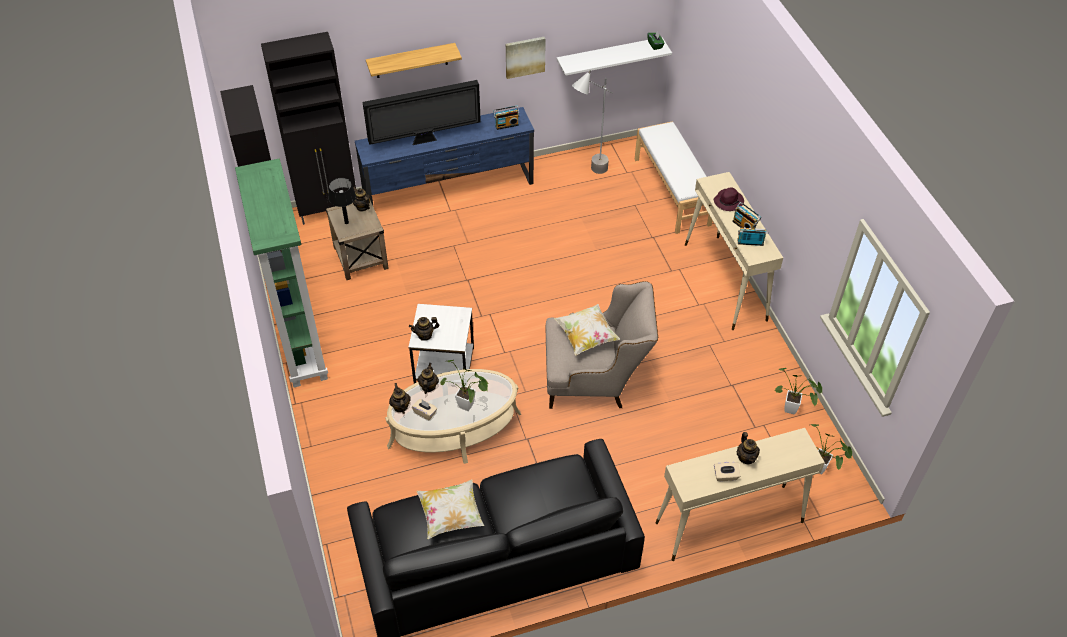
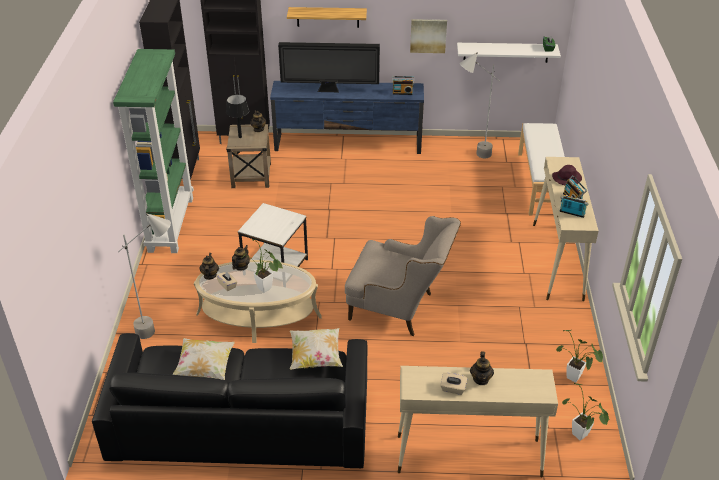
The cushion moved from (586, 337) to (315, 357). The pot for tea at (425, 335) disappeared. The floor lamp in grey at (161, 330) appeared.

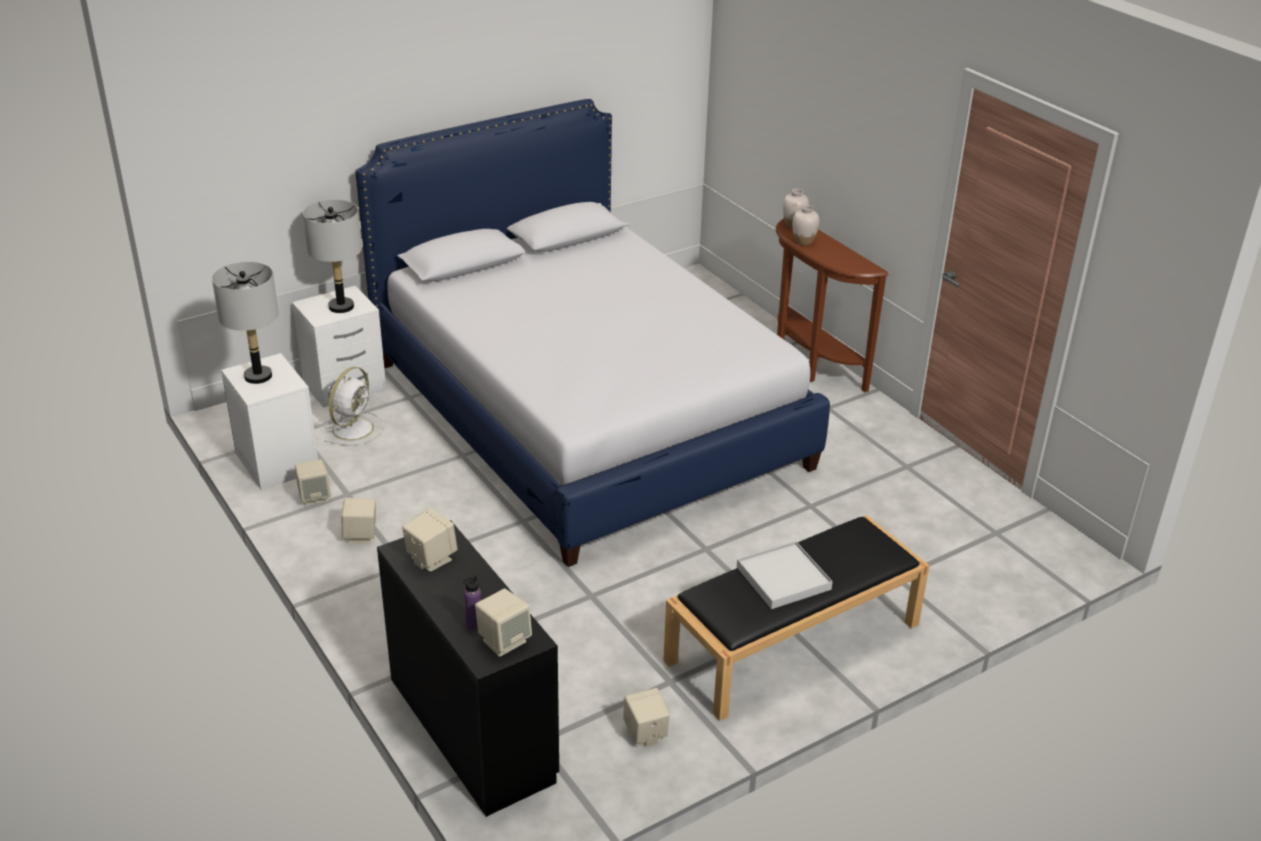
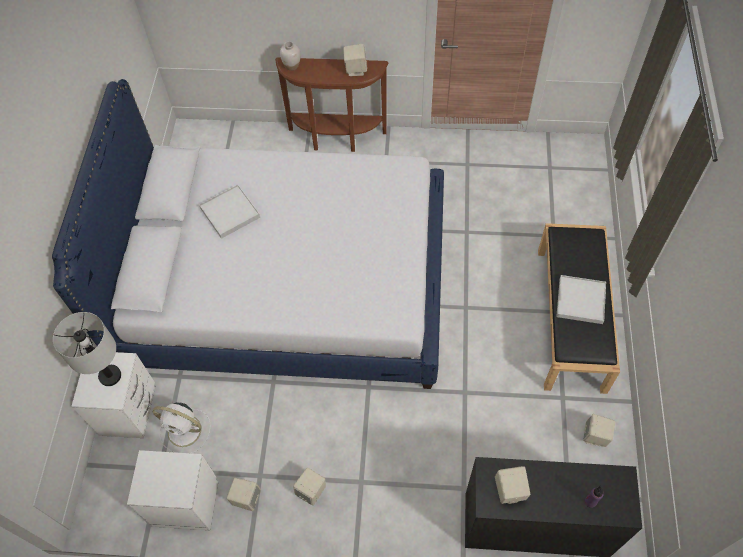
The flower vase in white at (803, 241) disappeared. The table lamp in grey at (258, 376) disappeared. The fan in white at (354, 428) turned 135 degrees clockwise. The audio speaker in sand-coloured moved from (504, 641) to (355, 69). The tray in white at (230, 212) appeared.

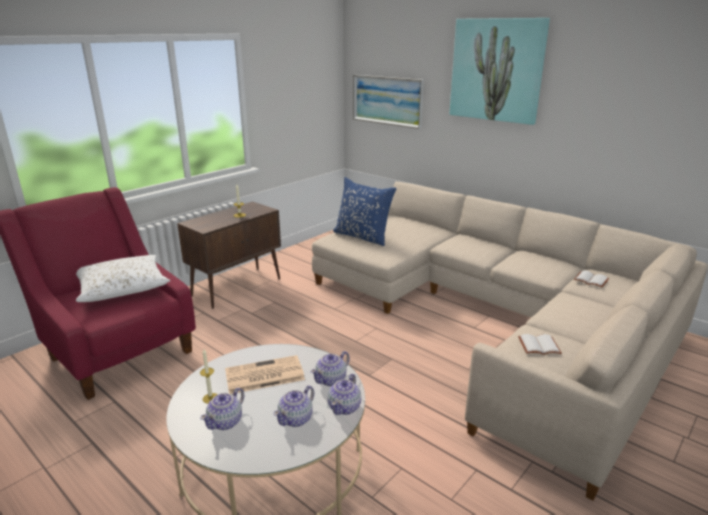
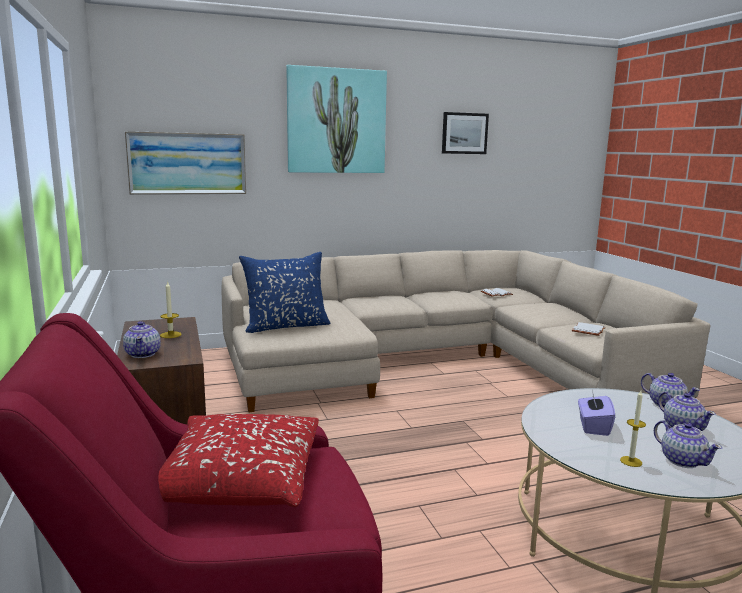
The cushion in white at (122, 288) became the cushion in red-coloured at (238, 479). The pot for tea moved from (331, 380) to (143, 354). The newspaper at (263, 376) was replaced by the box of tissues in purple-coloured at (593, 426). The wall art at (464, 133) appeared.

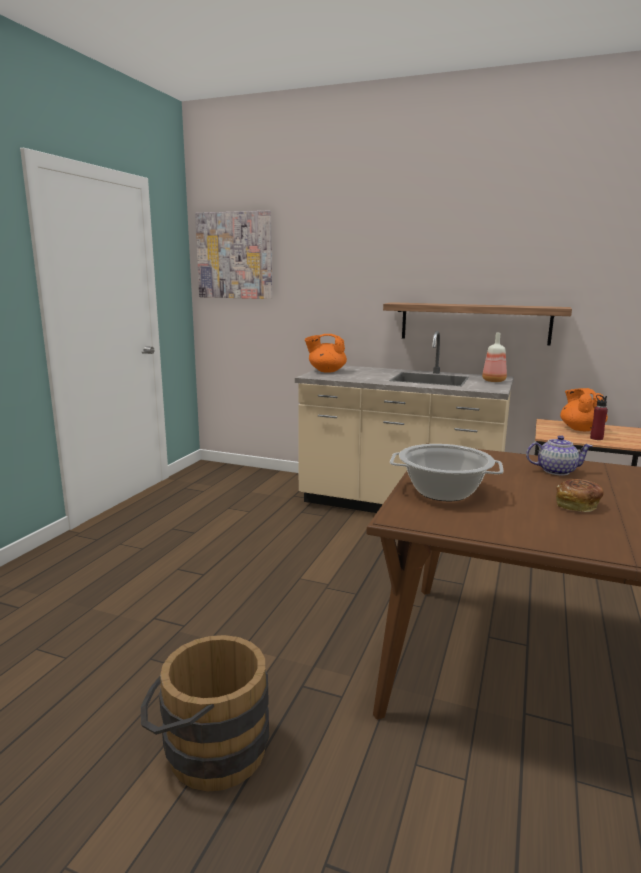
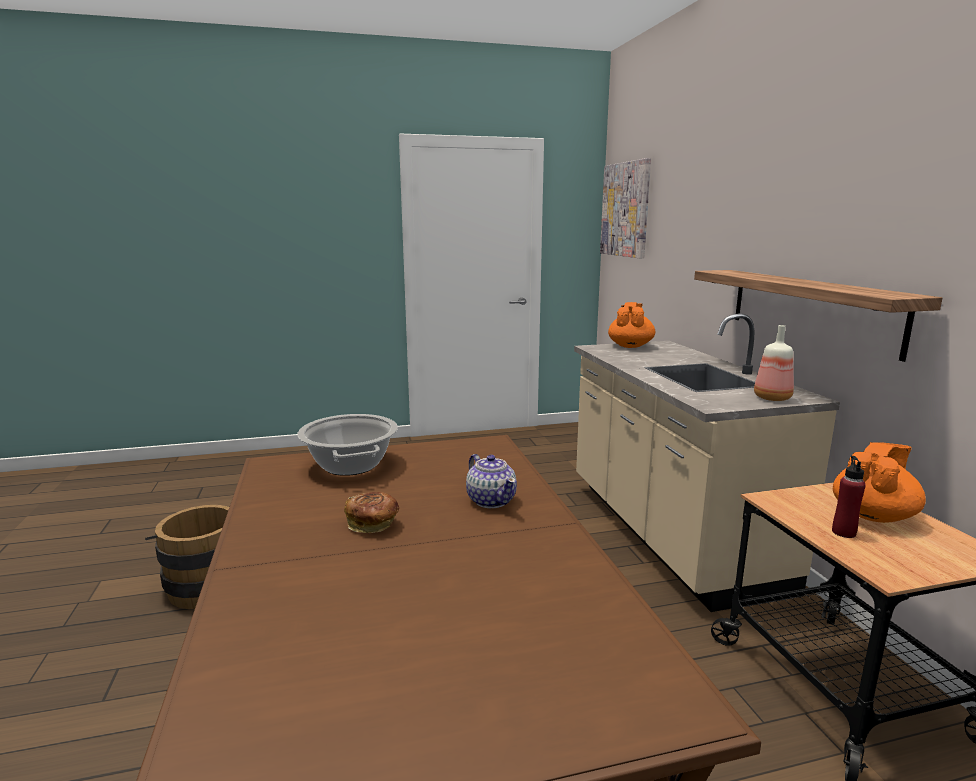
The pot for tea in orange-coloured at (326, 371) turned 45 degrees clockwise.

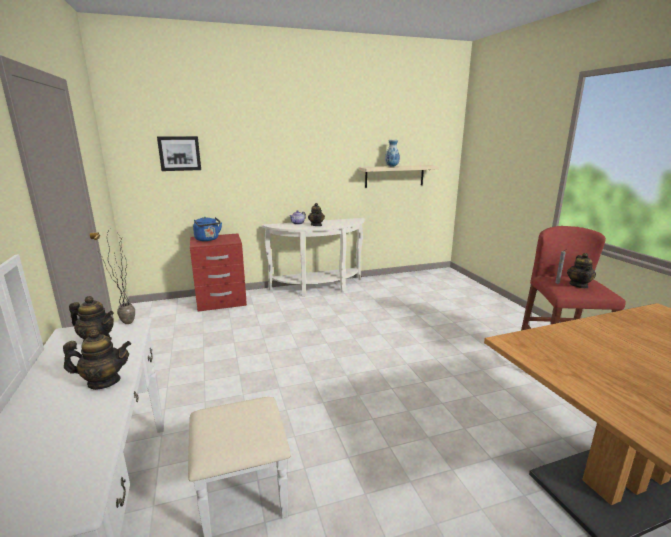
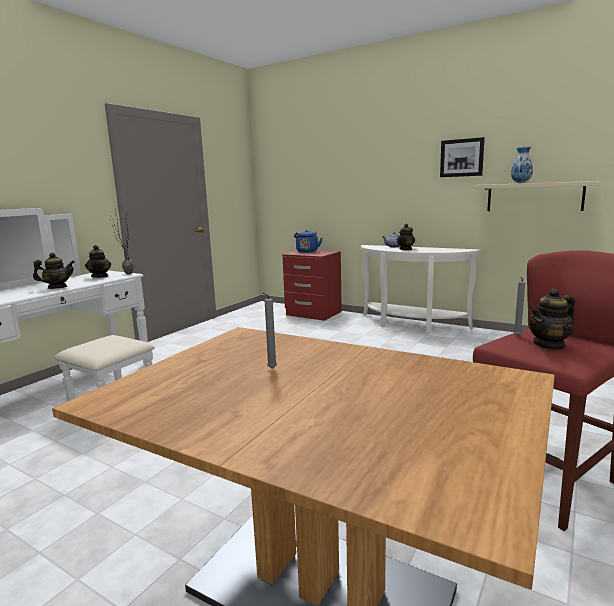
The wall art moved from (179, 153) to (462, 158). The pot for tea at (104, 382) turned 60 degrees counterclockwise. The wax candle in grey at (271, 369) appeared.

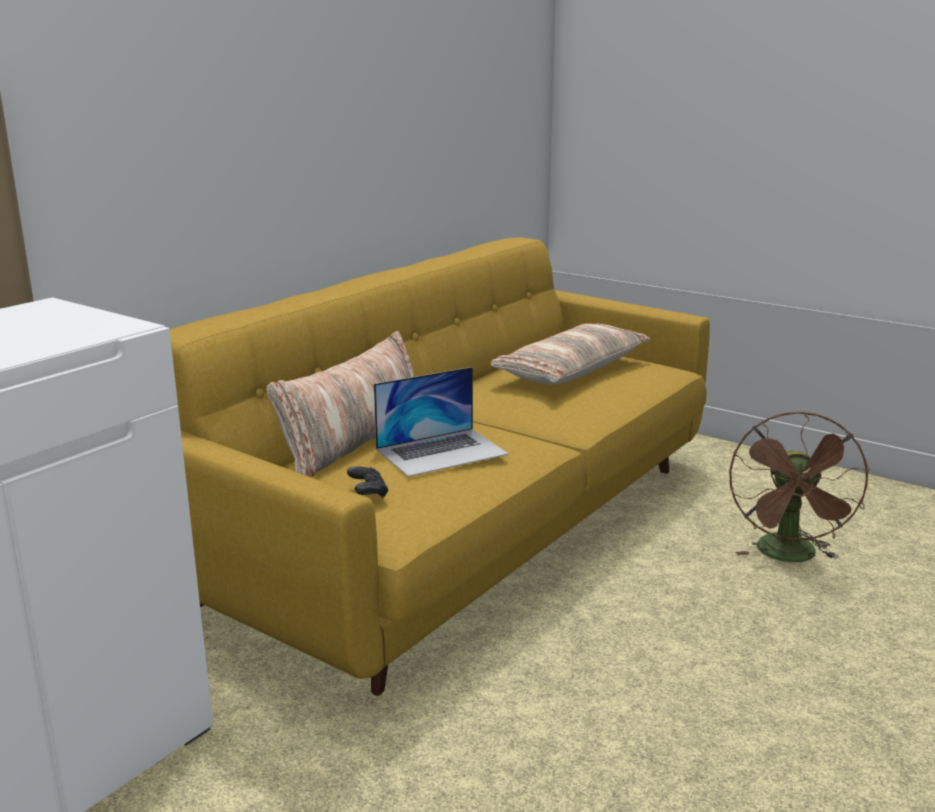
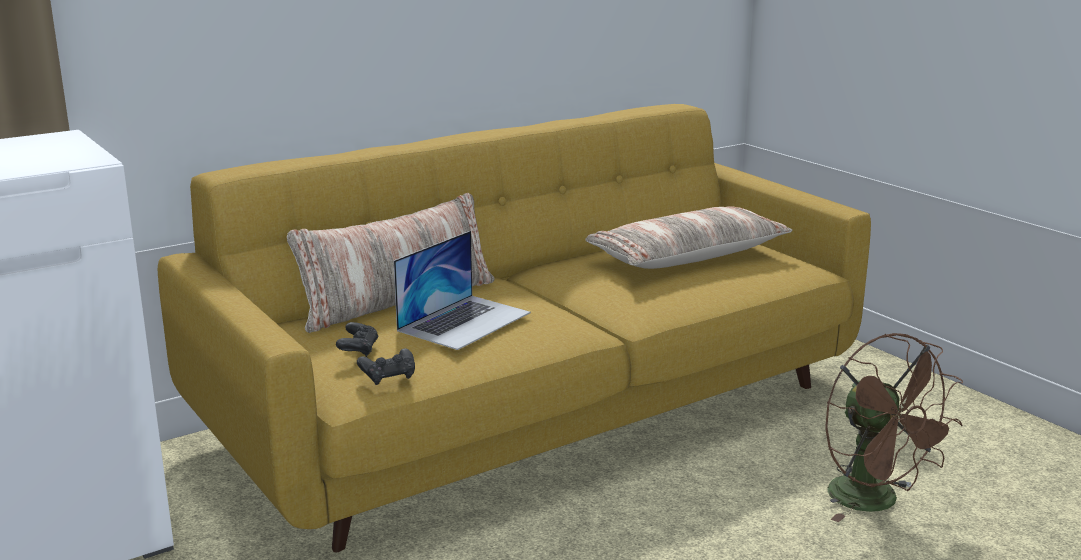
The notebook computer at (442, 451) turned 45 degrees counterclockwise. The fan in brownish at (789, 557) turned 60 degrees counterclockwise. The joypad in black-coloured at (389, 377) appeared.

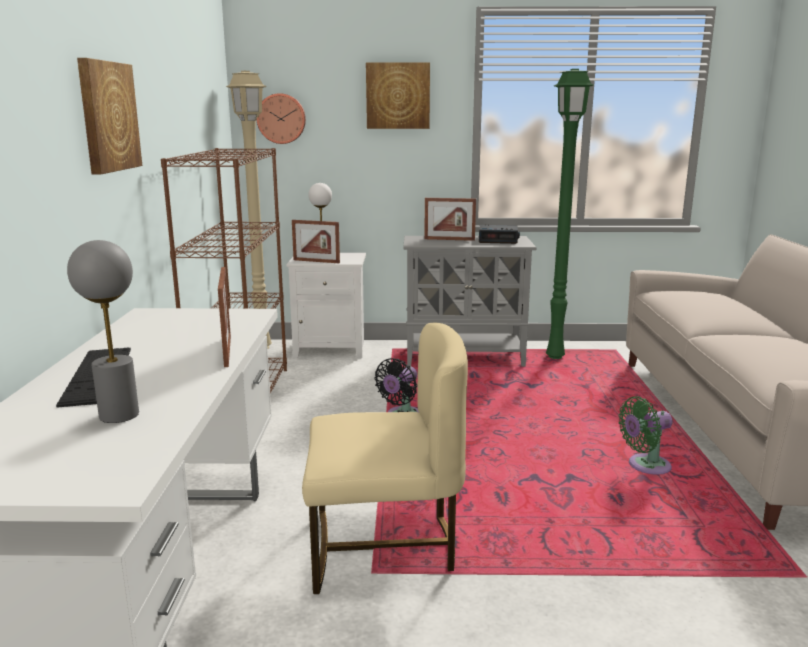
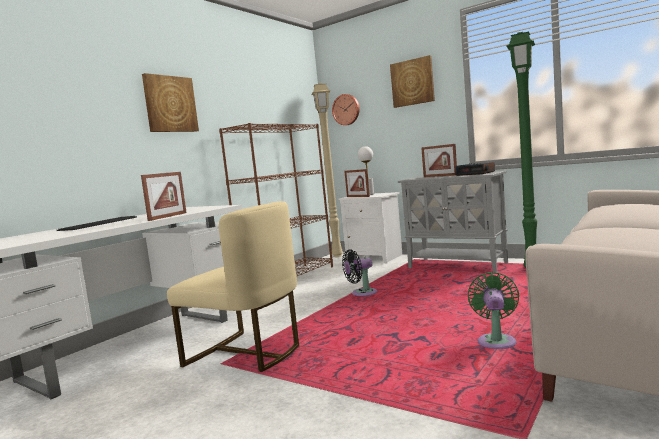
The table lamp in grey at (118, 415) disappeared. The fan in greenish at (645, 466) turned 90 degrees clockwise.

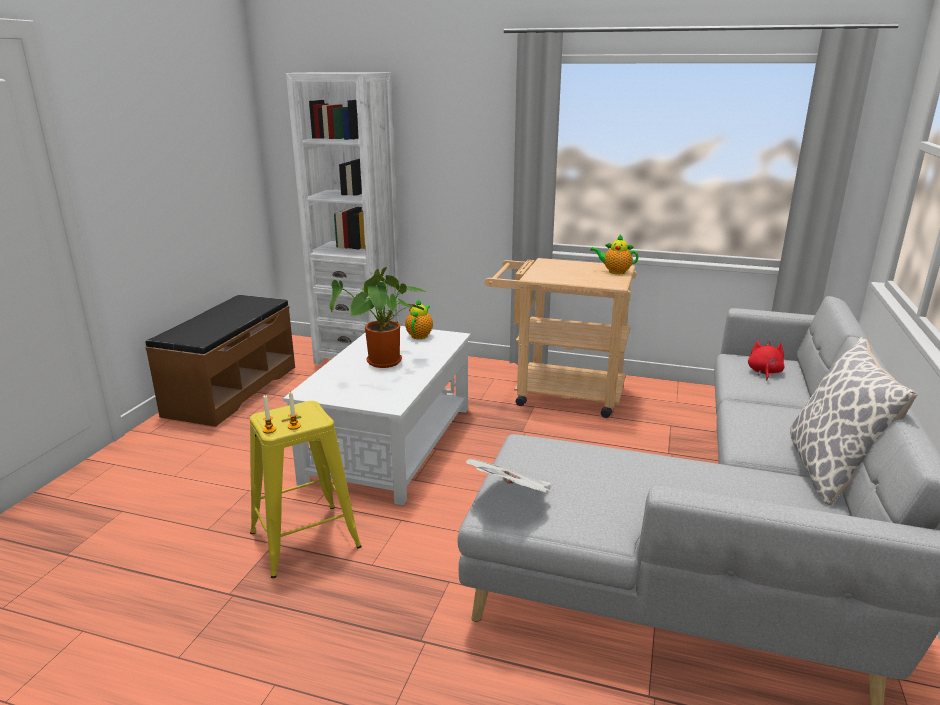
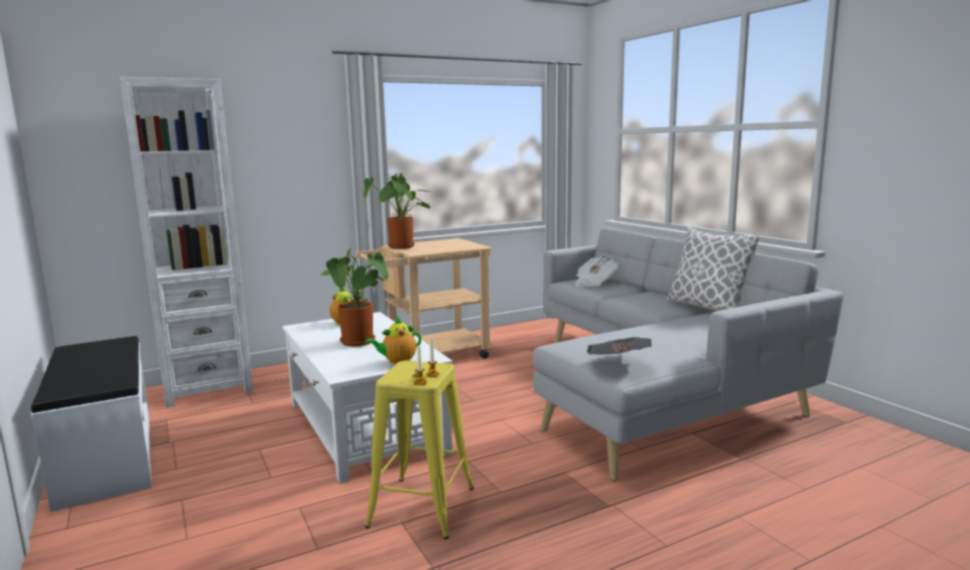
The pot for tea moved from (614, 272) to (397, 362). The bench in brownish at (231, 390) became the bench in white at (105, 458). The cuddly toy in red-coloured at (764, 372) was replaced by the newspaper at (594, 283). The plant in a pot at (401, 247) appeared.

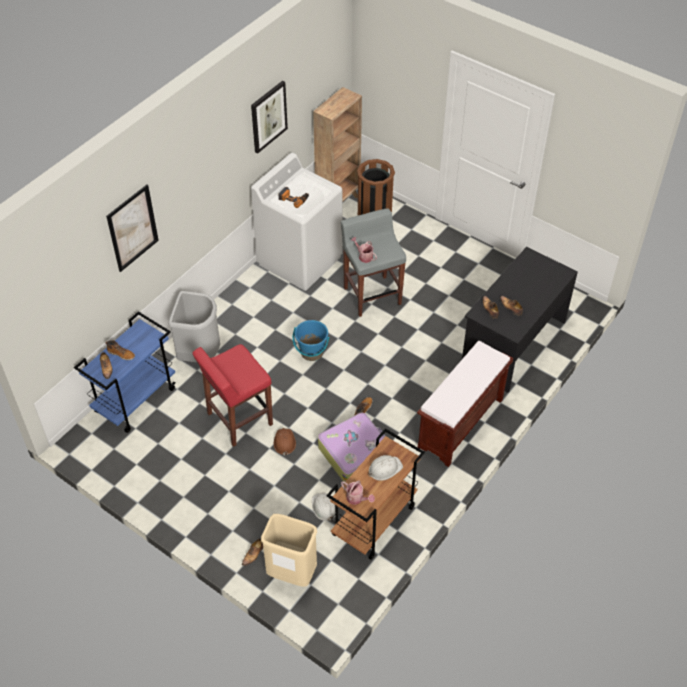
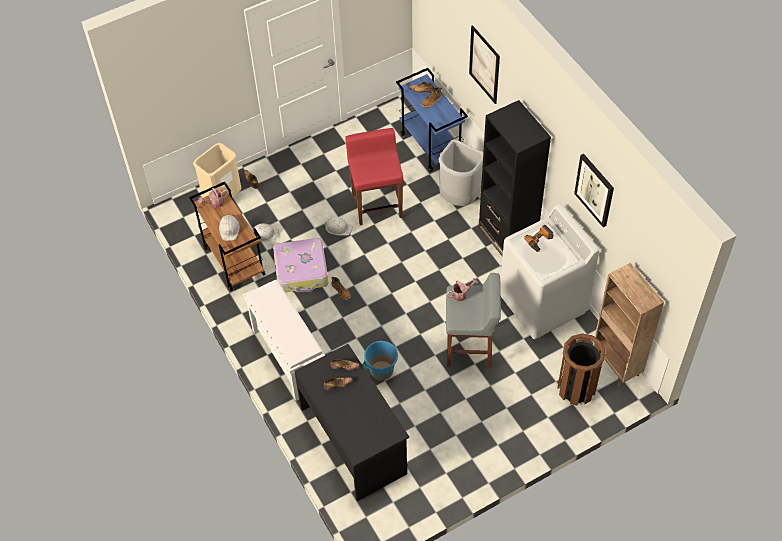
The water bucket in blue moved from (312, 352) to (381, 370). The bench in brownish at (460, 424) became the bench in white at (288, 356). The safety helmet in brownish at (284, 442) became the safety helmet in white at (338, 228). The bookcase in black-coloured at (507, 236) appeared.

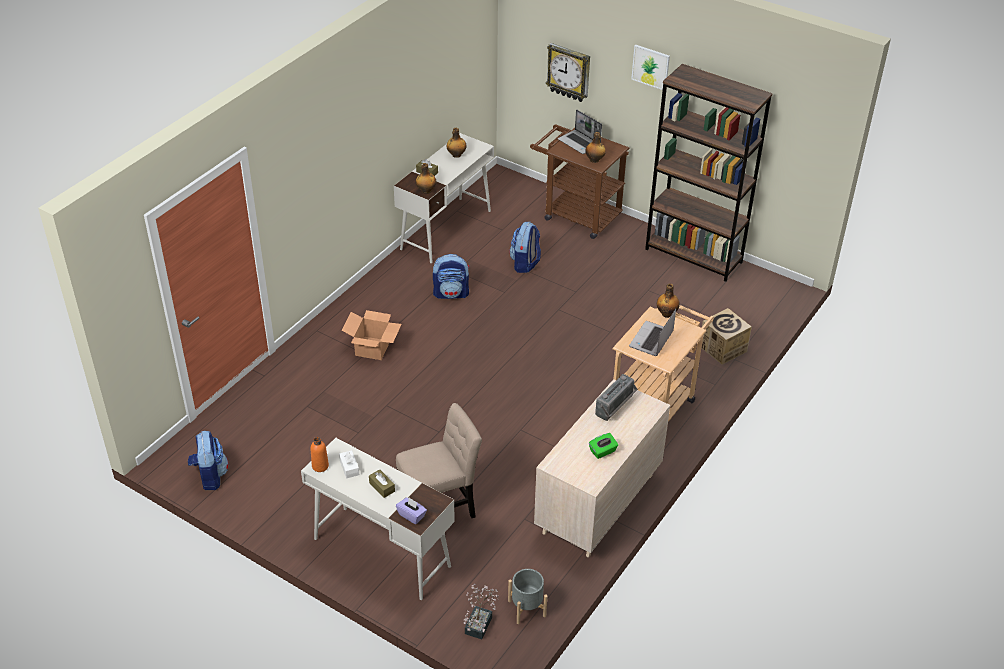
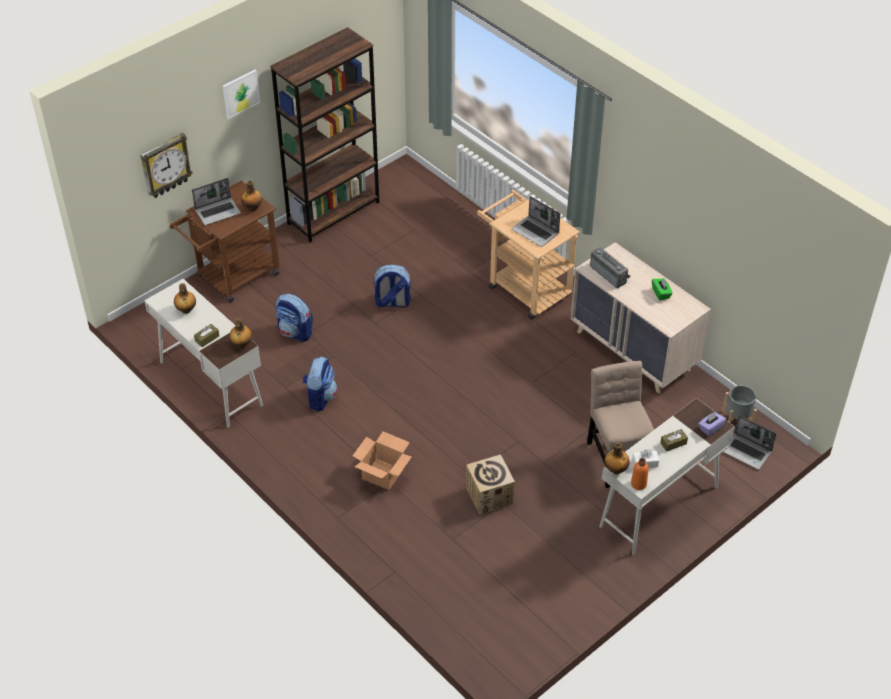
The beverage bottle moved from (667, 313) to (615, 469). The carton moved from (722, 349) to (489, 496). The backpack moved from (210, 476) to (392, 303). The plant in a pot at (480, 622) was replaced by the notebook computer at (747, 452).

